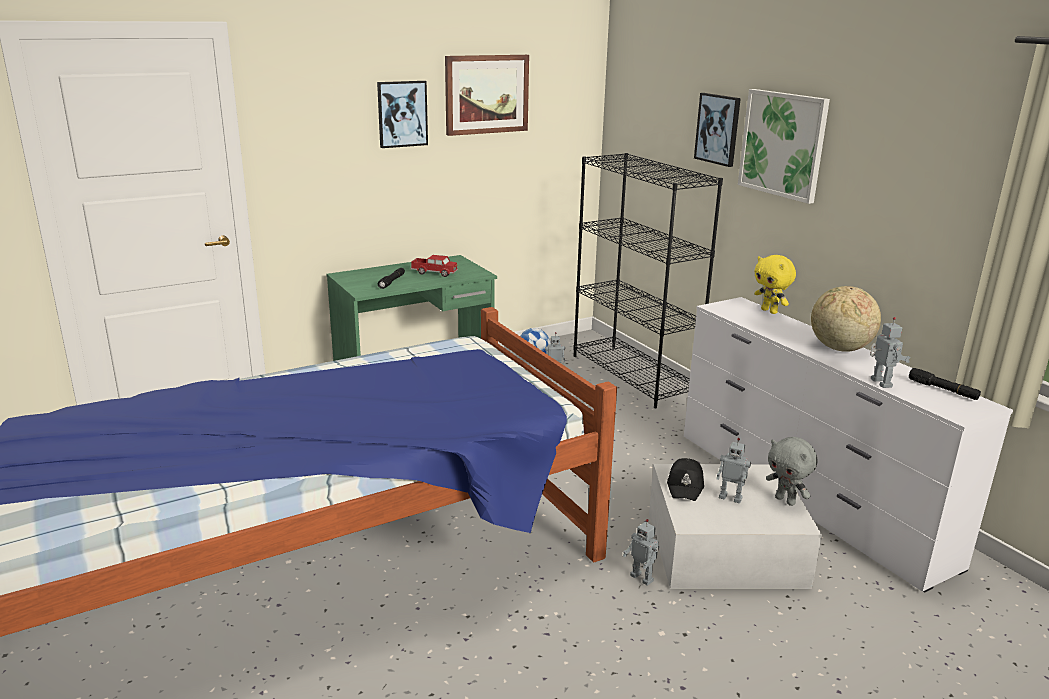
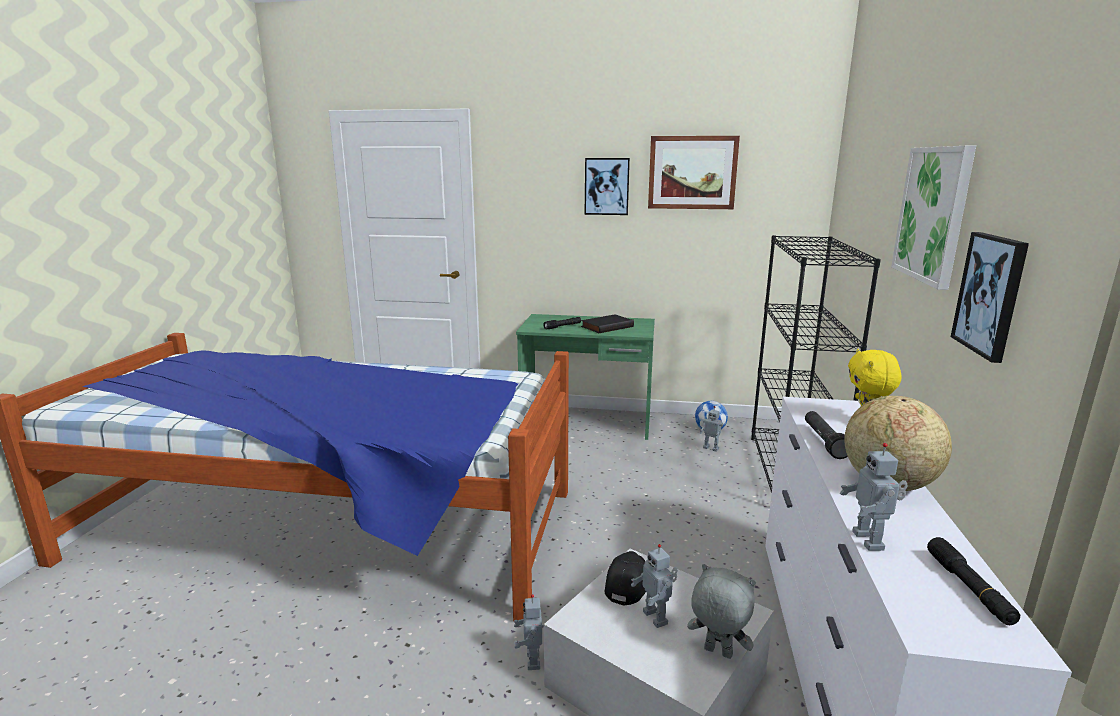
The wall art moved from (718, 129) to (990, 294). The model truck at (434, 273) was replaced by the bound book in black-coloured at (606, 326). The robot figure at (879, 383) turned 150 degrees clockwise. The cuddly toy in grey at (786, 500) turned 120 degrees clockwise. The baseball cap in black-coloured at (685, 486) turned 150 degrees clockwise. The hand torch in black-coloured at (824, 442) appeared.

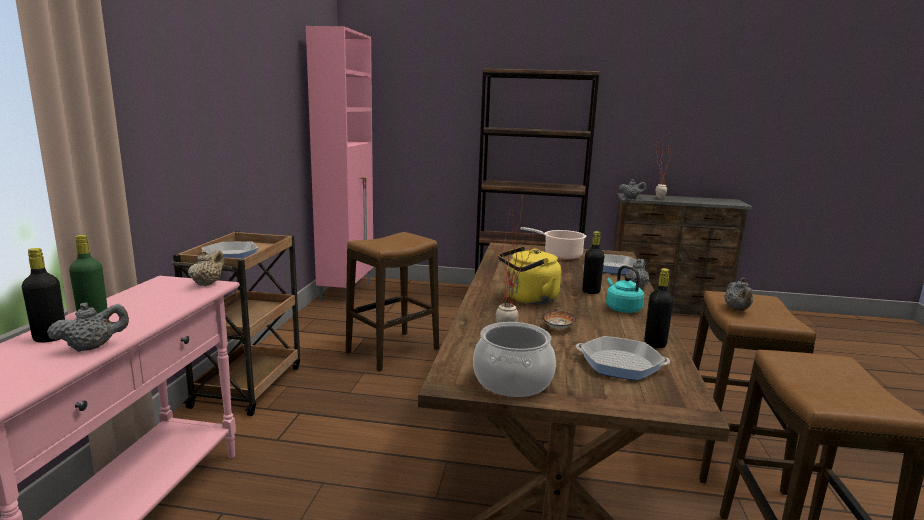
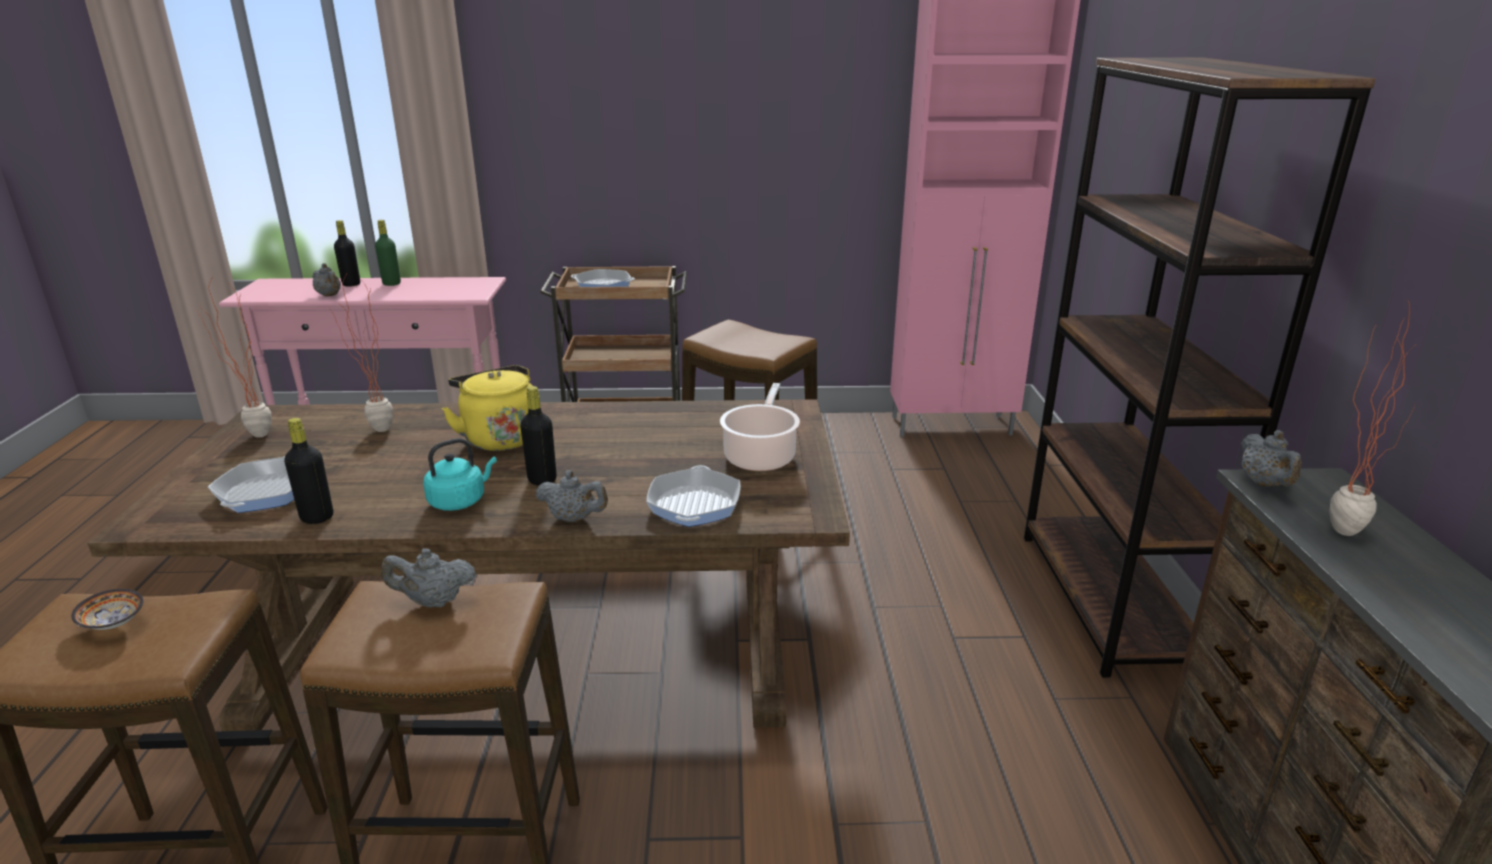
The pot for tea in sand-coloured at (207, 283) disappeared. The deep dish moved from (558, 328) to (113, 623). The cooking pot at (512, 381) was replaced by the plant in a pot at (252, 438).

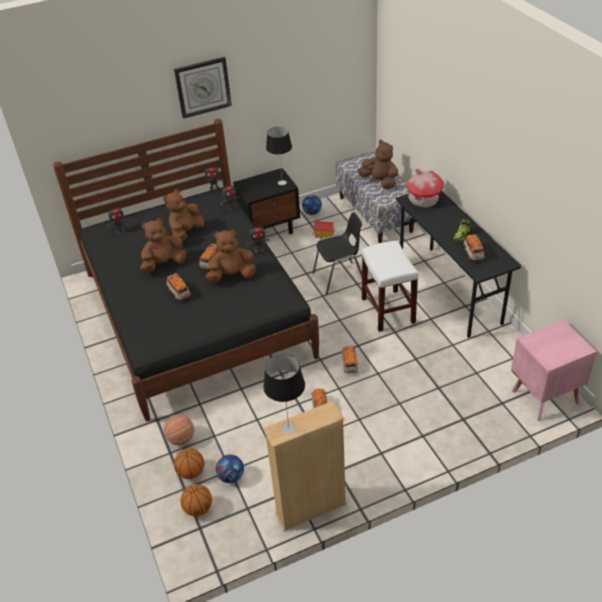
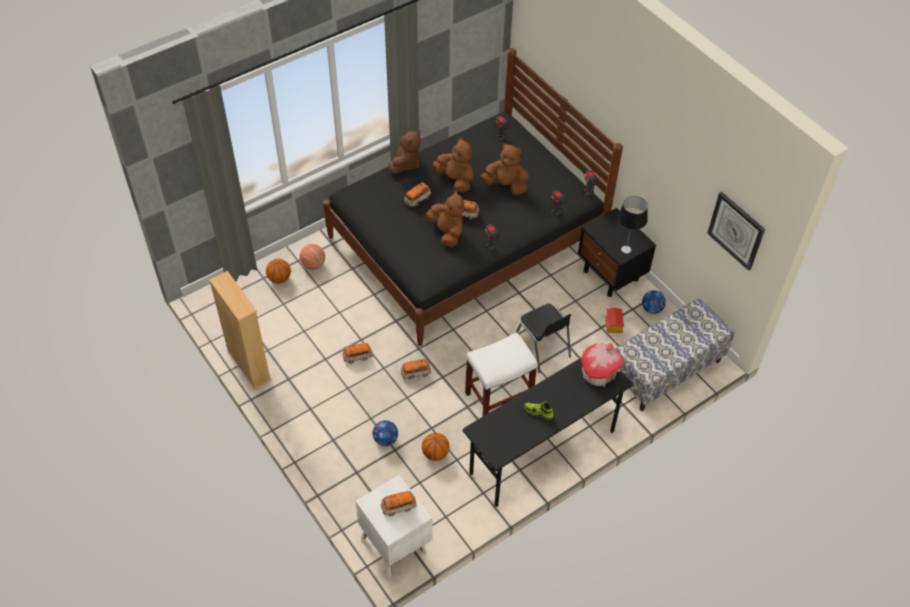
The wall clock moved from (203, 87) to (736, 230). The cuddly toy in brownish moved from (379, 182) to (405, 164). The toy car moved from (473, 253) to (398, 507). The bedside table in pinkish at (543, 396) became the bedside table in white at (394, 544). The table lamp at (288, 428) disappeared. The ball for football moved from (231, 477) to (385, 439). The basketball moved from (198, 509) to (435, 453).

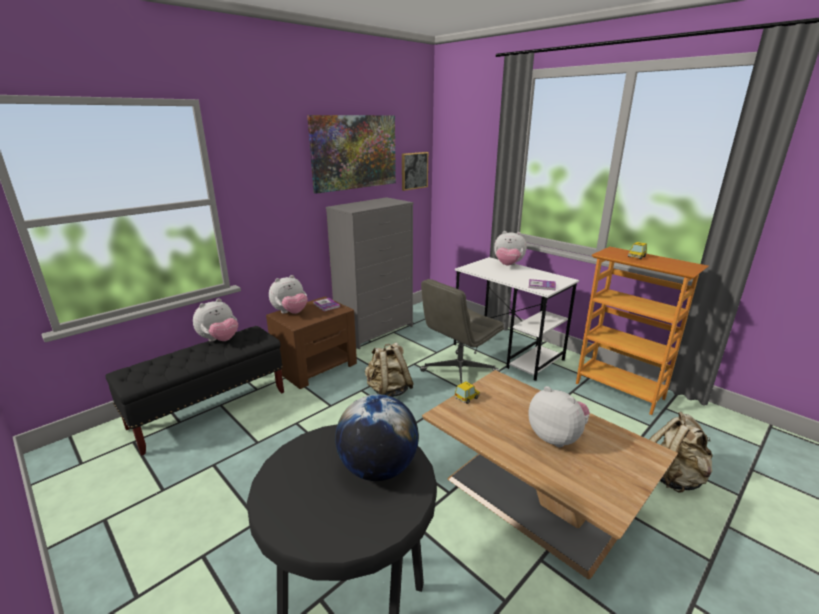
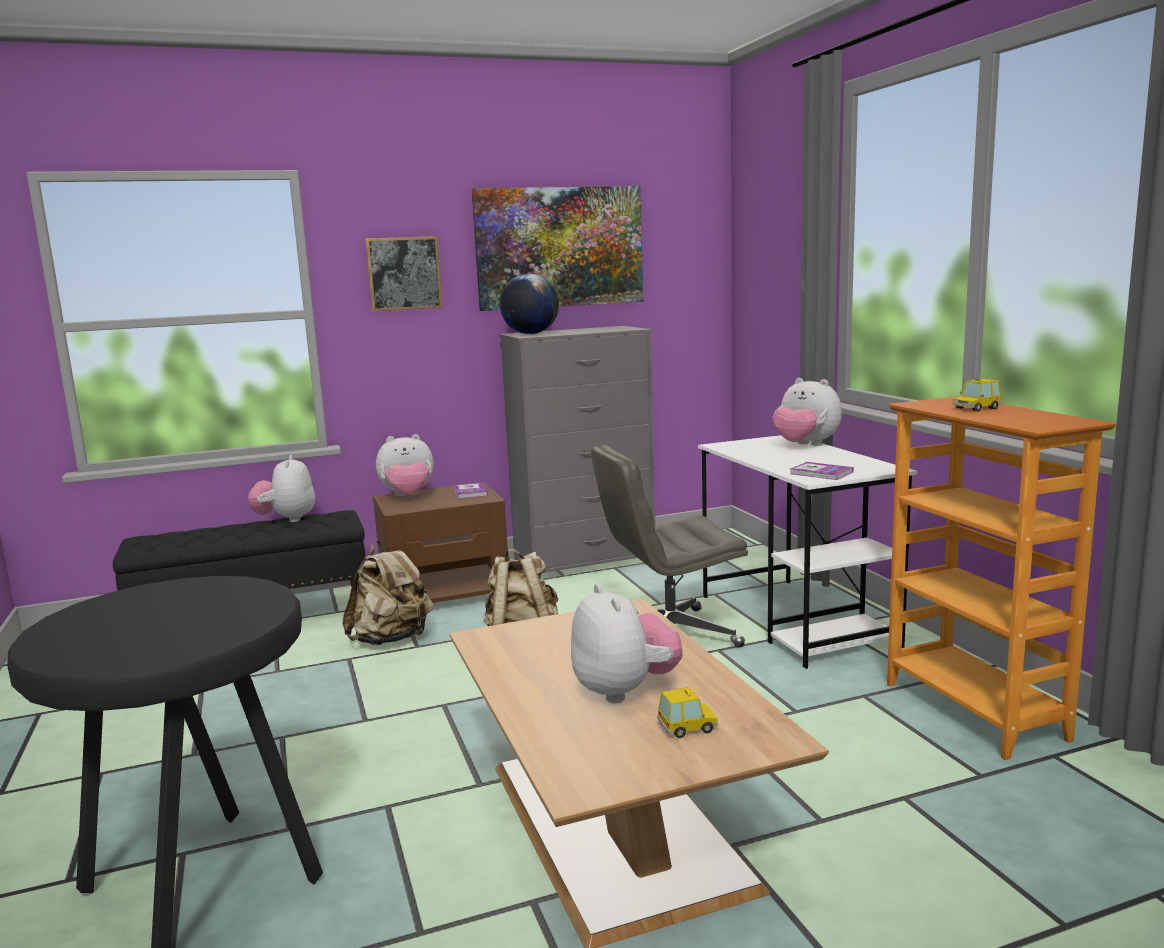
The wall art moved from (414, 170) to (404, 273). The cuddly toy at (219, 340) turned 105 degrees clockwise. The toy car moved from (467, 397) to (687, 727). The desk globe moved from (378, 469) to (531, 334). The backpack in sand-coloured moved from (675, 477) to (391, 639).

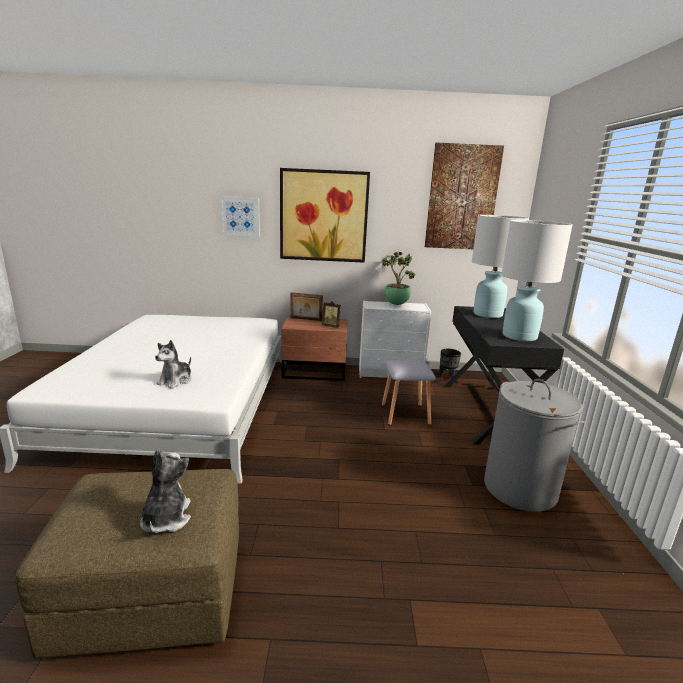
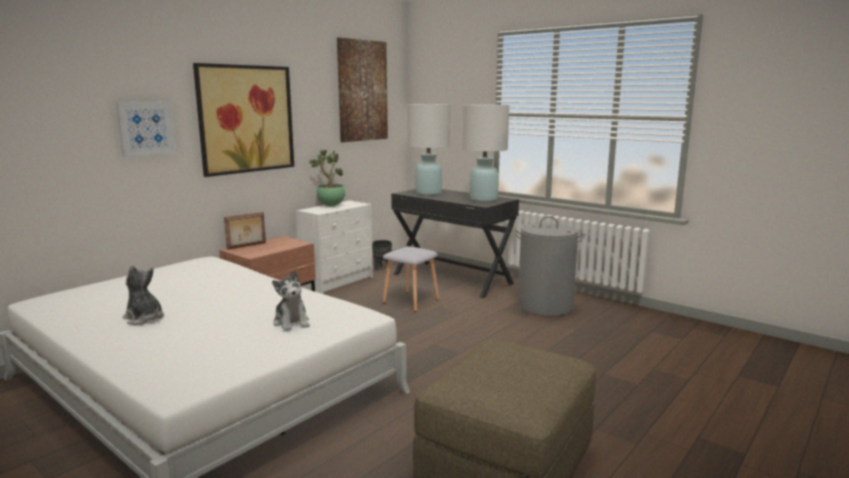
The picture frame at (331, 326) disappeared. The cuddly toy moved from (166, 518) to (144, 318).

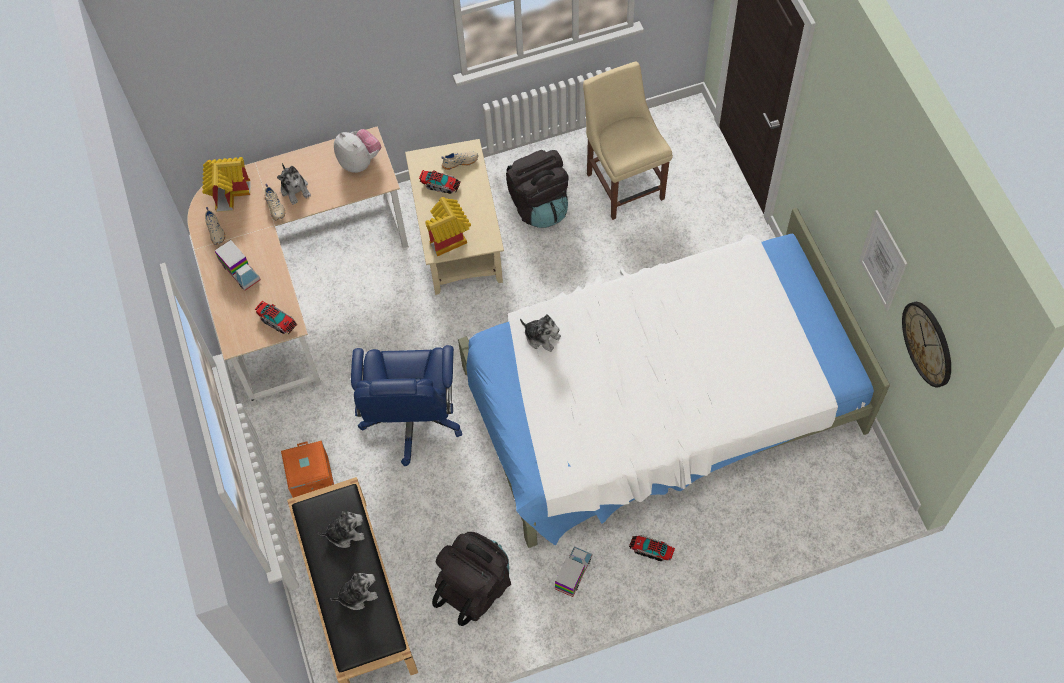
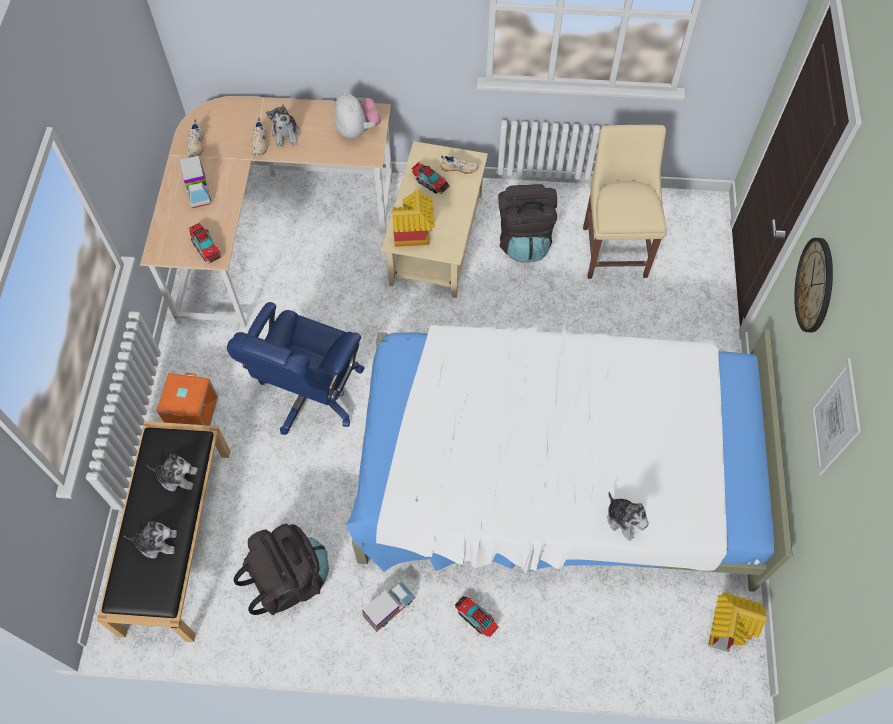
The miniature house moved from (230, 192) to (728, 626). The wall clock moved from (928, 343) to (815, 285). The cuddly toy moved from (542, 337) to (625, 519).

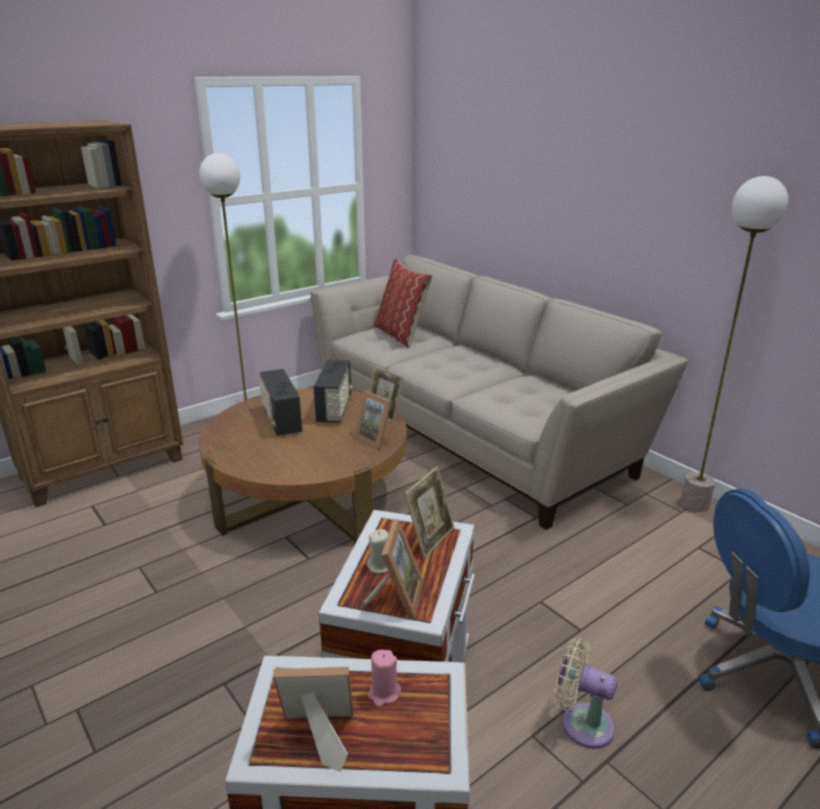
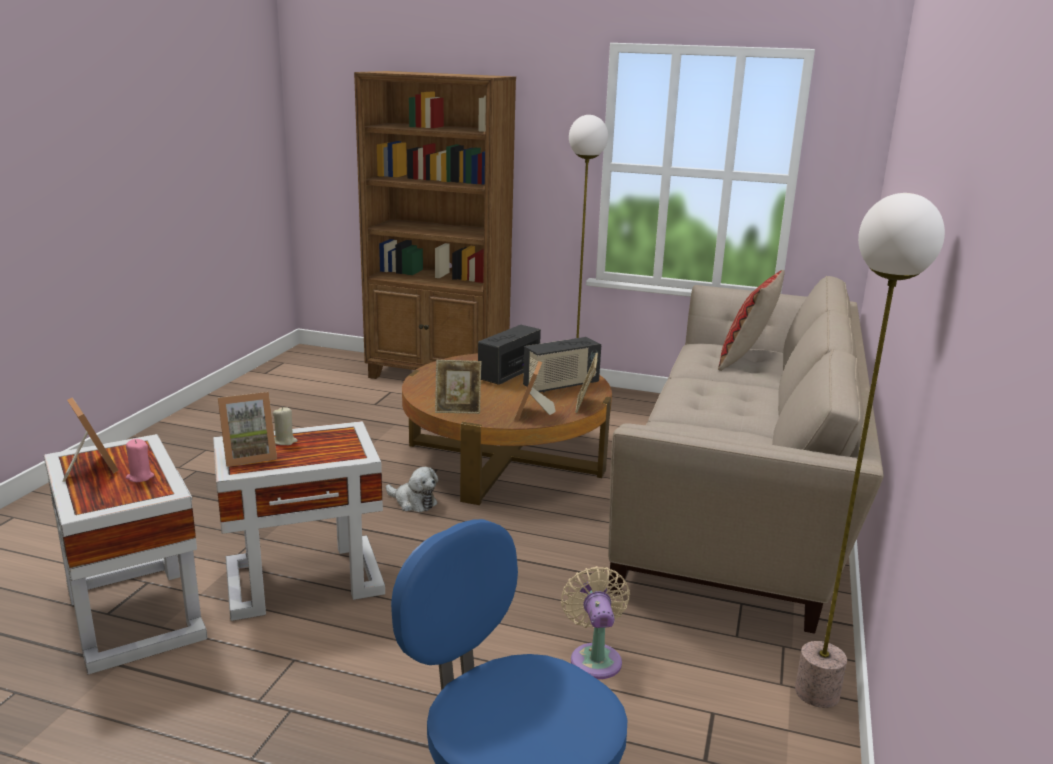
The picture frame moved from (430, 539) to (458, 410). The fan in sand-coloured moved from (581, 723) to (595, 657). The cuddly toy at (413, 502) appeared.

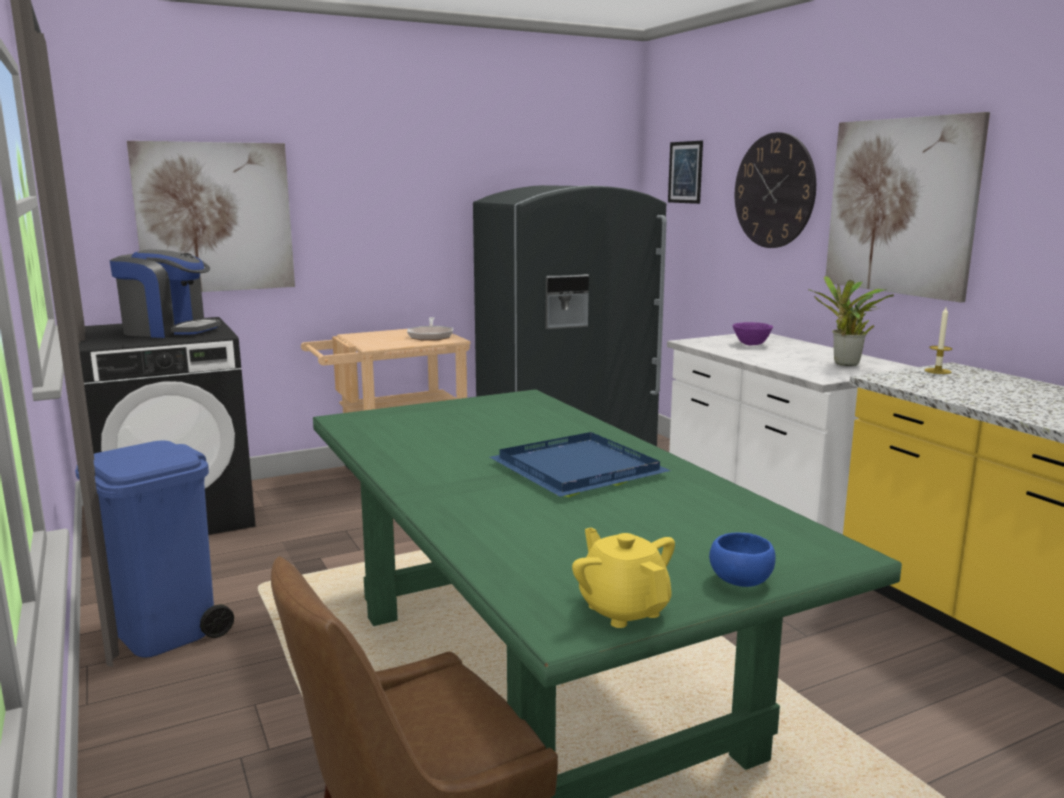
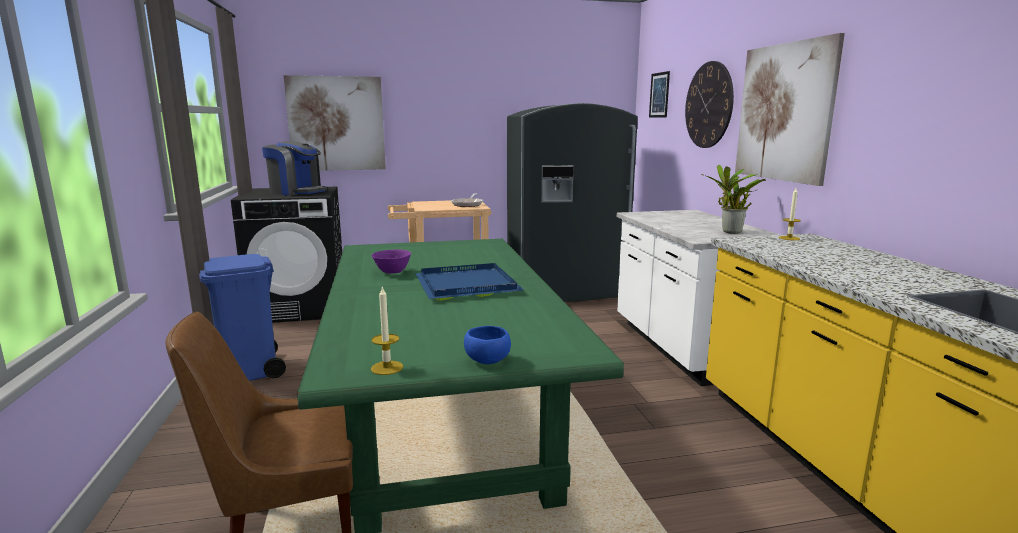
The deep dish in purple-coloured moved from (751, 345) to (392, 272). The pot for tea in yellow-coloured at (623, 609) was replaced by the wax candle at (387, 368).

